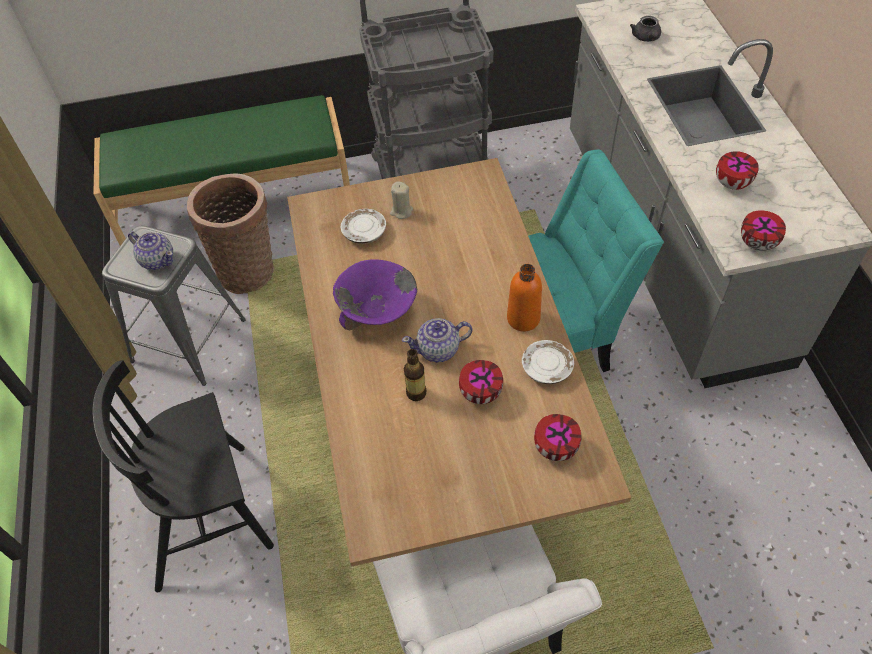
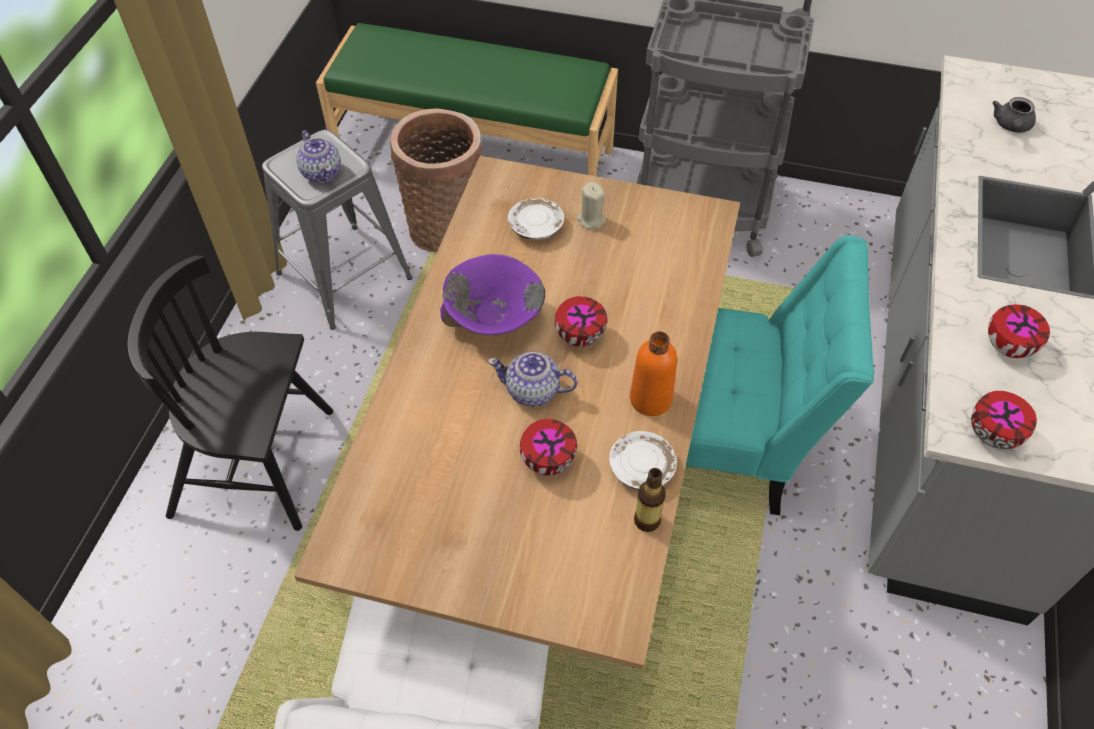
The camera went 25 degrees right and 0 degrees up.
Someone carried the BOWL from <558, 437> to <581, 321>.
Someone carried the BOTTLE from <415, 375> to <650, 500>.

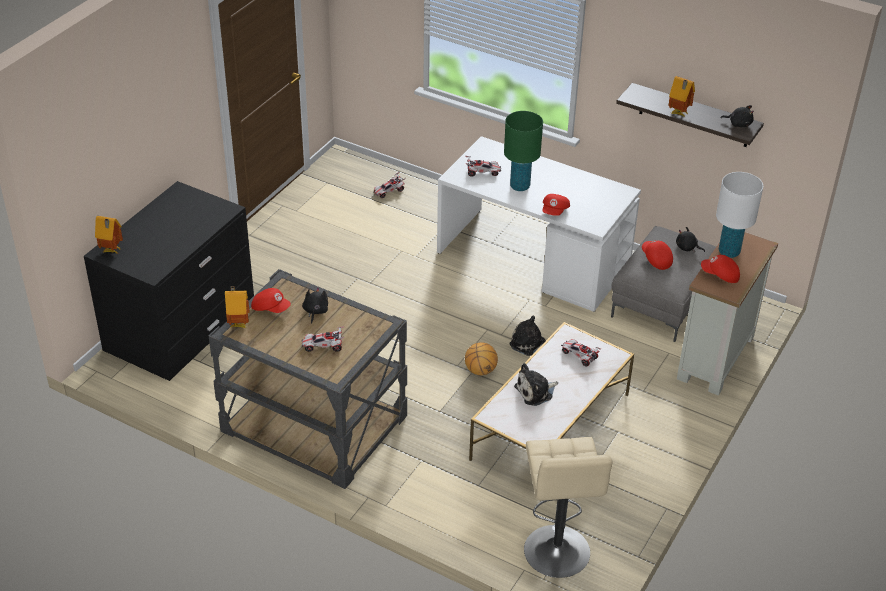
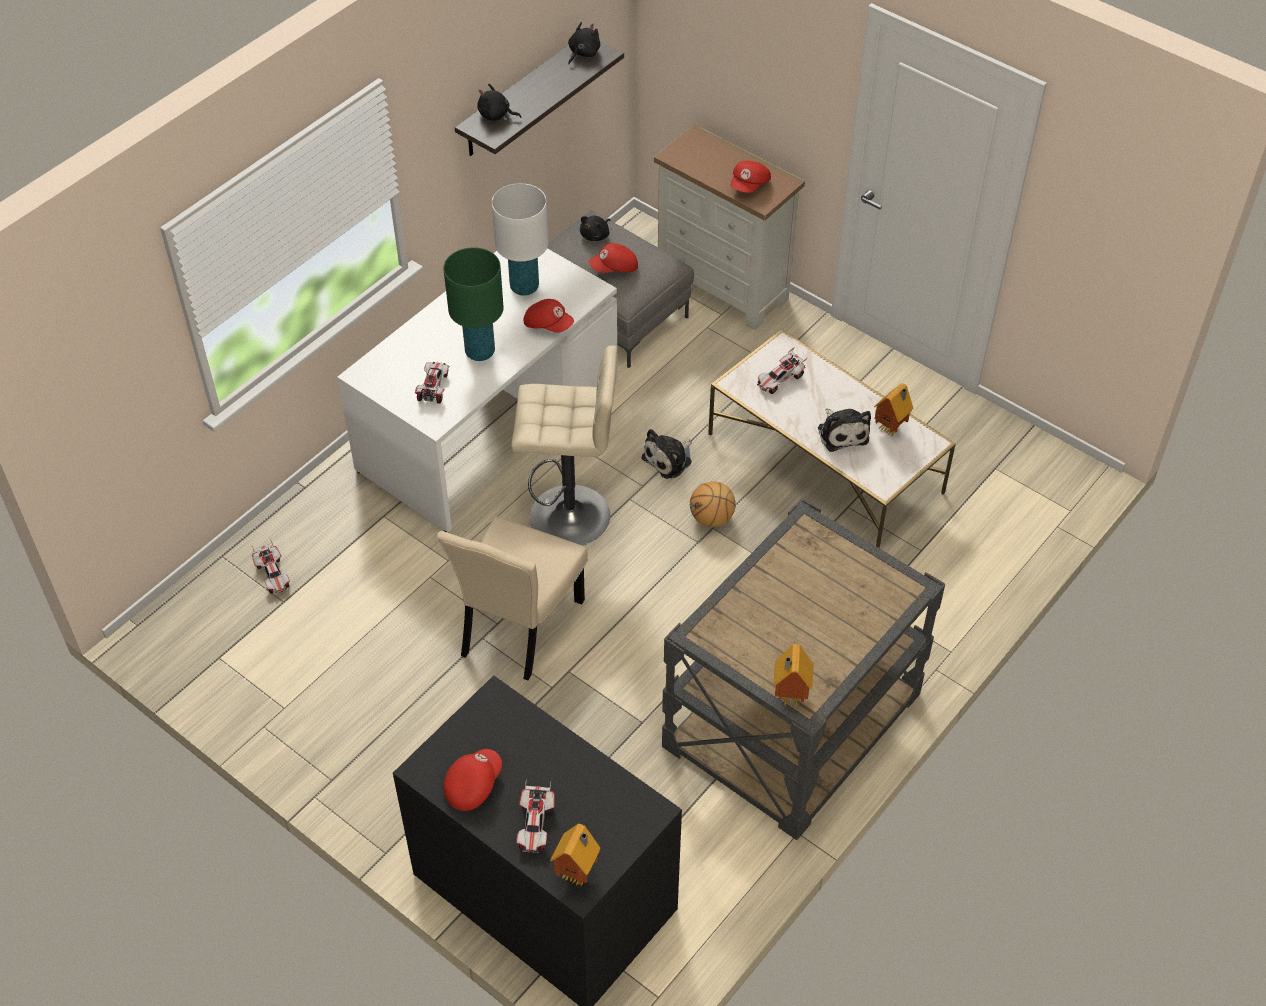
The camera went 80 degrees left and 10 degrees up.
Someone put down the BEIGE CHAIR at <512, 598>.
Someone carried the RED CAP from <271, 300> to <472, 780>.
Someone carried the BLACK PLUSH TOY from <315, 306> to <500, 102>.
Someone carried the WHITE TABLE LAMP from <739, 215> to <520, 239>.
Someone carried the BEIGE STOOL from <568, 507> to <564, 445>.
Someone carried the TOY CAR from <323, 339> to <536, 816>.
Someone carried the TOY HOUSE from <681, 96> to <893, 410>.

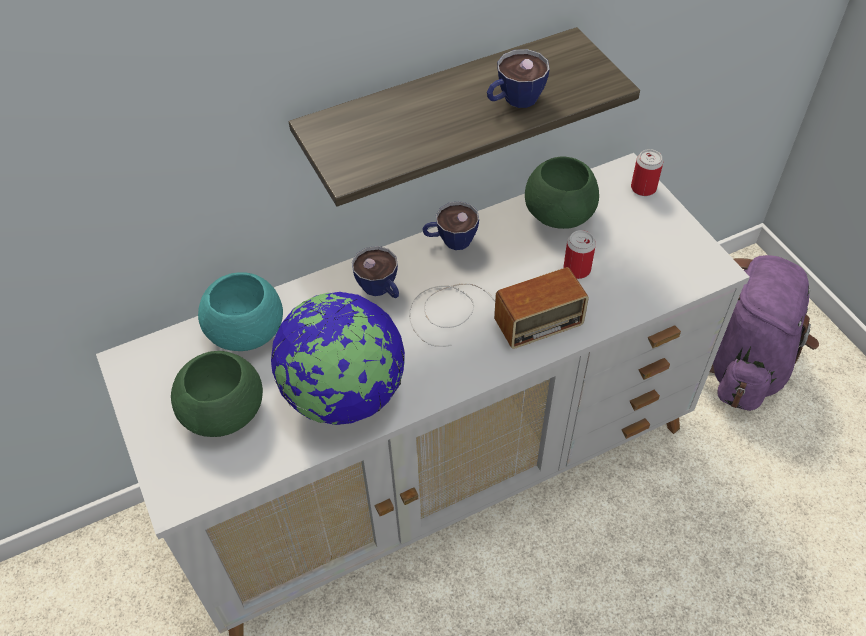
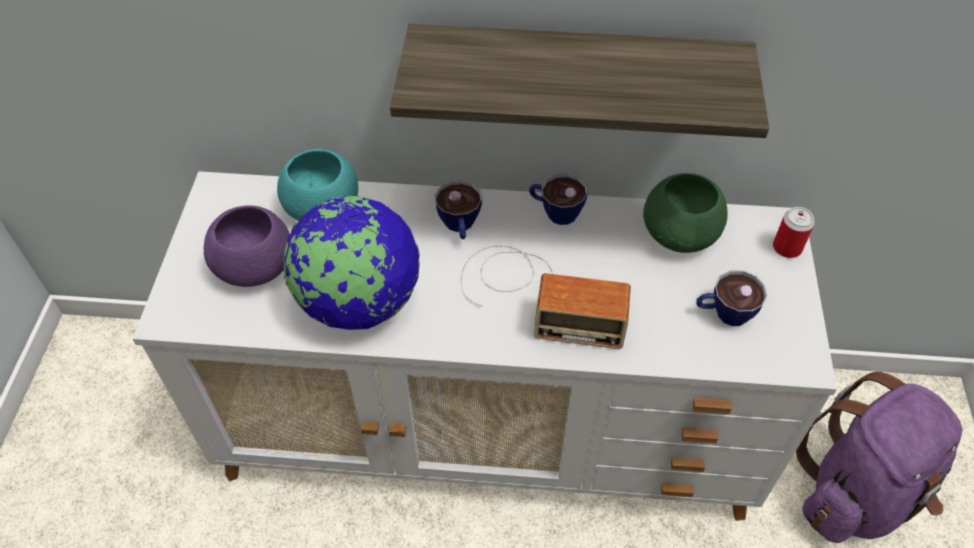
The camera went 30 degrees right and 0 degrees up.
Someone repainted the GREEN BOWL at <217, 394>, which became the PURPLE BOWL at <247, 246>.
Someone carried the CUP from <518, 78> to <731, 298>.
Someone took away the CAN at <579, 254>.

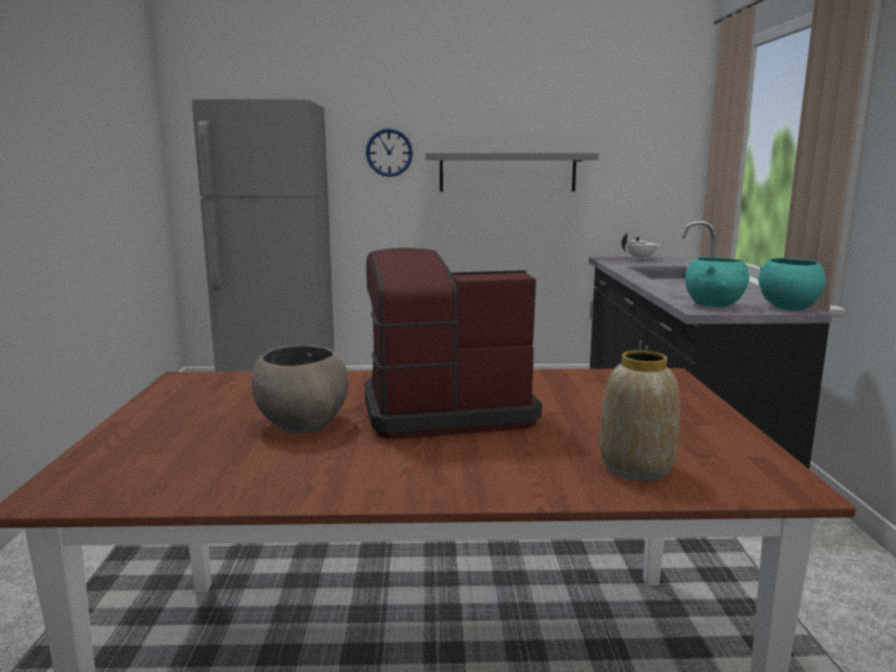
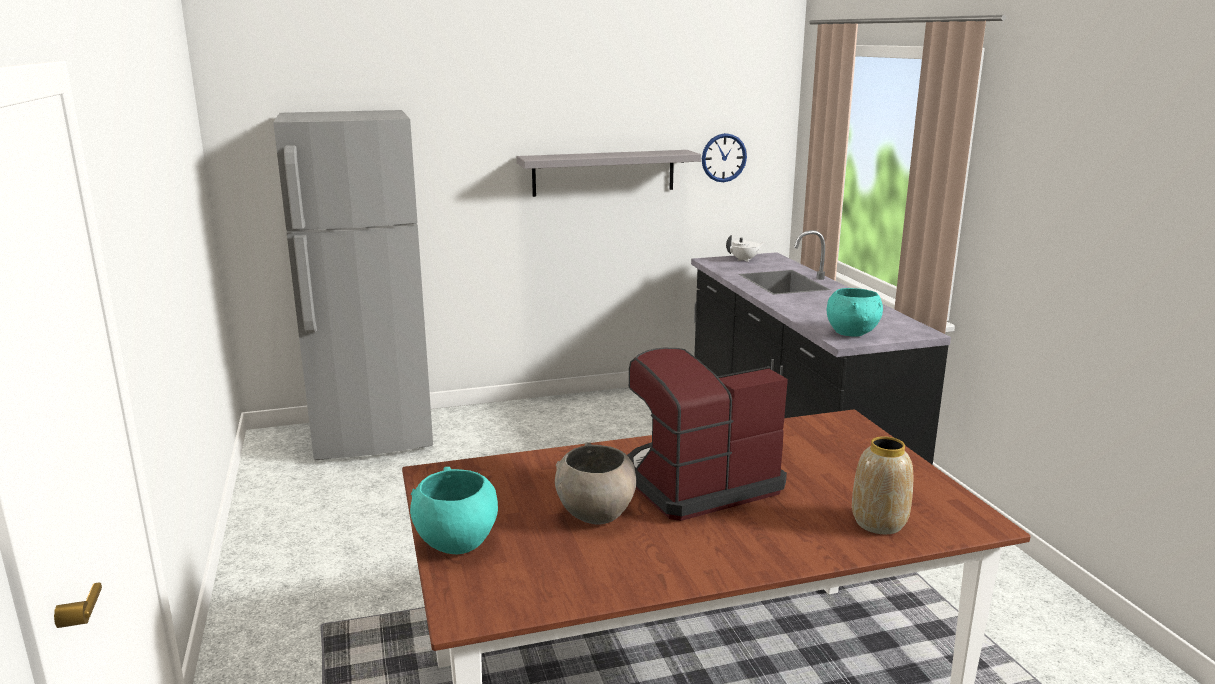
The camera went 15 degrees left and 5 degrees up.
Someone carried the TURQUOISE BOWL from <792, 284> to <454, 510>.
Someone carried the WALL CLOCK from <389, 152> to <724, 157>.

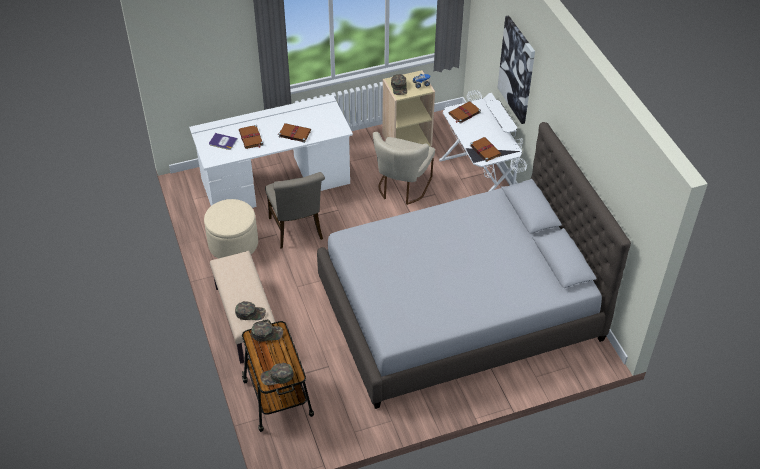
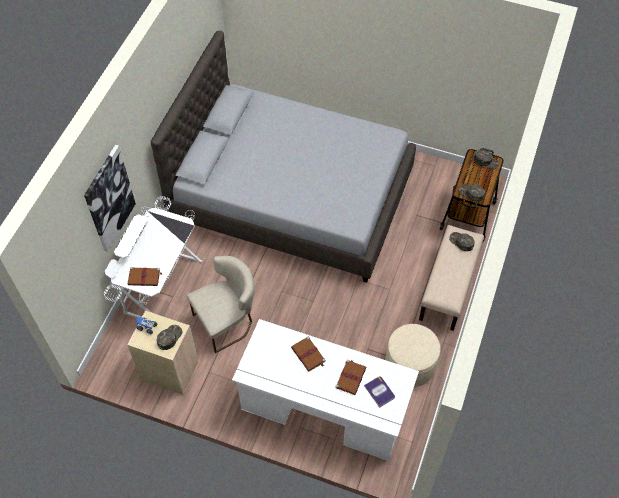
The camera went 140 degrees left and 10 degrees up.
Someone took away the BEIGE CHAIR at <295, 210>.
Someone took away the BROWN BOOK at <486, 149>.

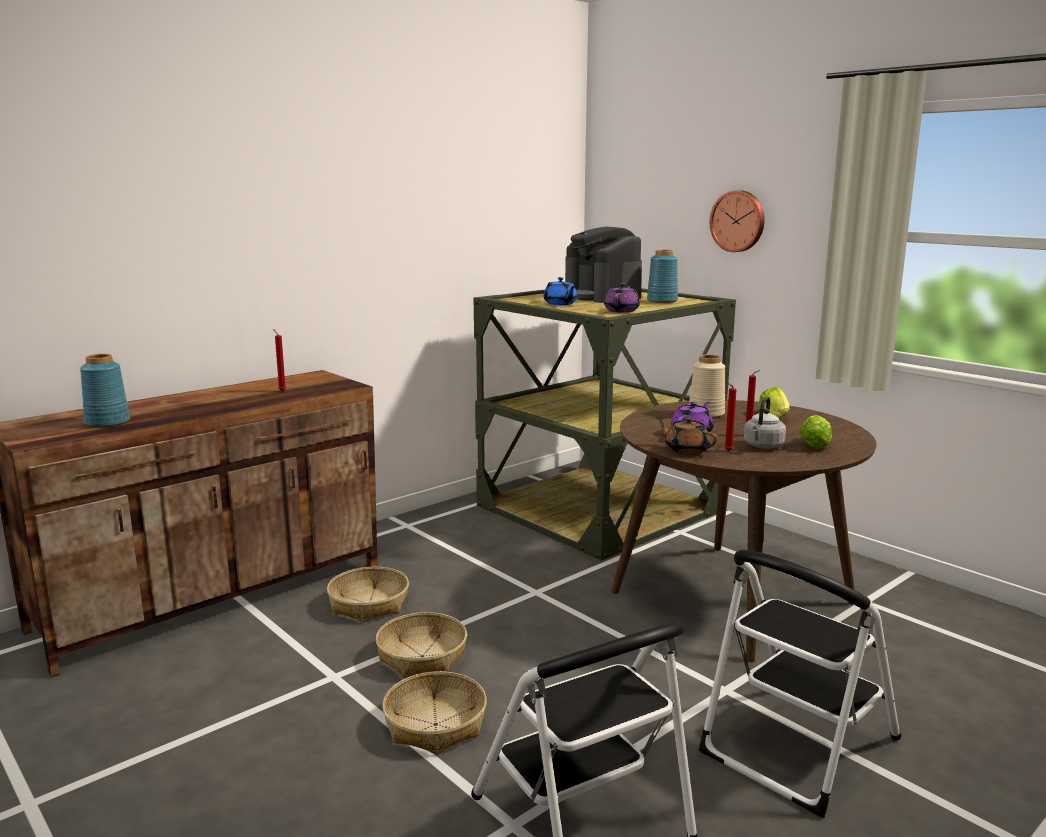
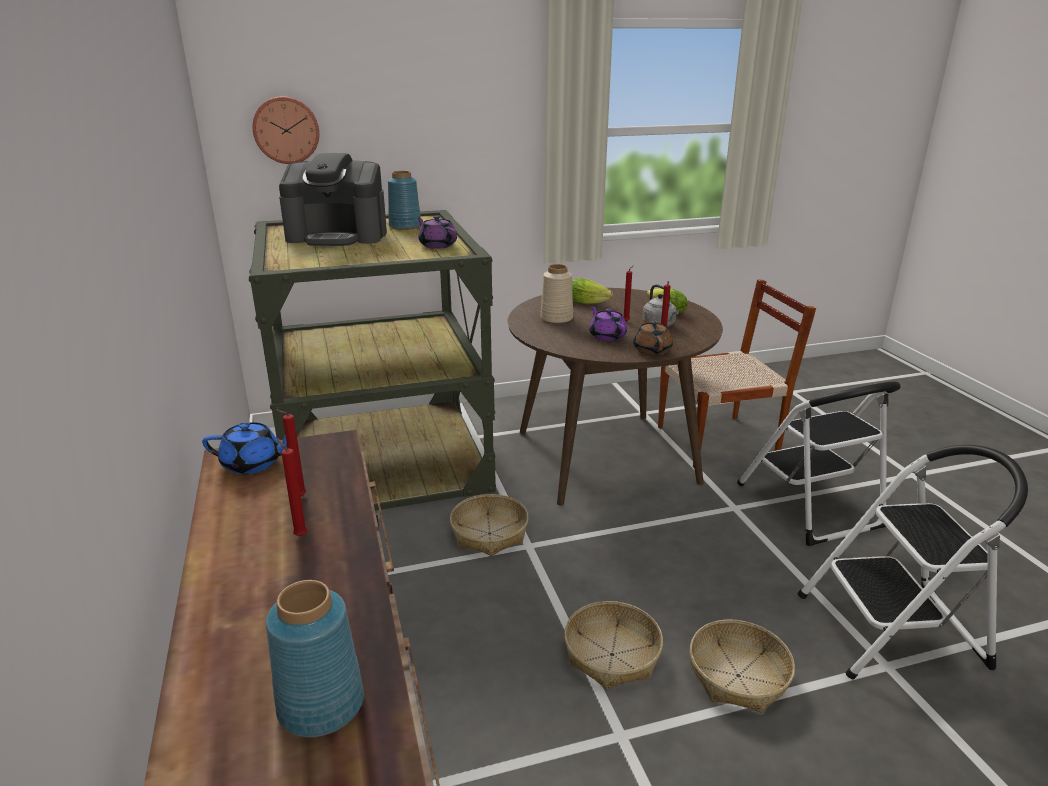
The camera went 65 degrees left and 10 degrees up.
Someone carried the BLUE TEAPOT from <560, 291> to <249, 448>.
Someone carried the WALL CLOCK from <737, 221> to <286, 130>.
Someone put down the RED CANDLE at <292, 487>.
Someone carried the BASKET from <368, 595> to <489, 525>.
Someone rotated the BROWN TEAPOT at <687, 436> by 105 degrees clockwise.
Someone put down the CHAIR at <737, 373>.

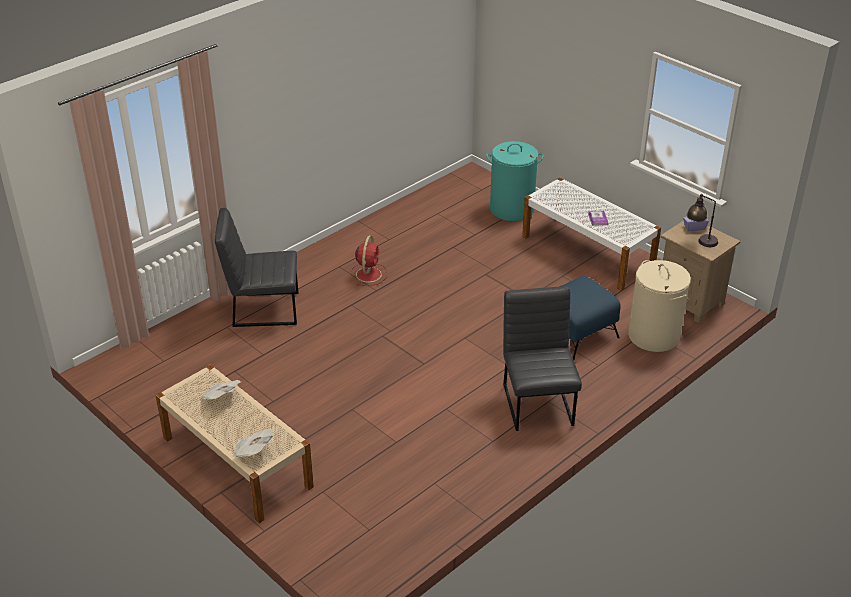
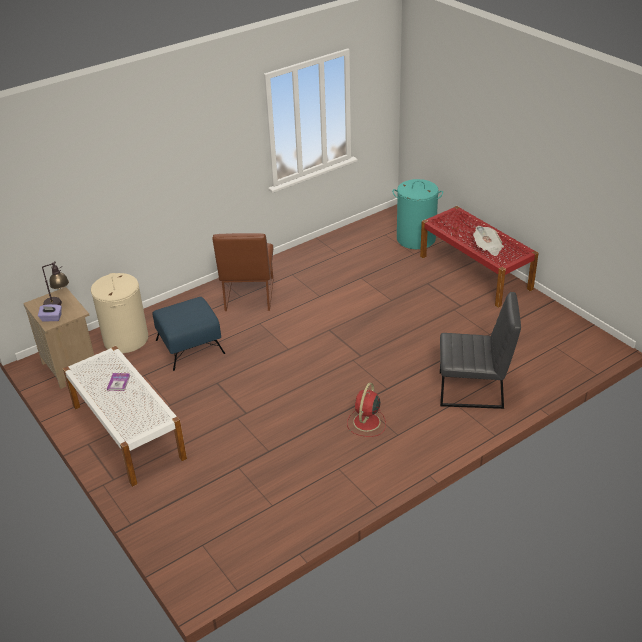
The camera went 170 degrees left and 0 degrees up.
Someone repainted the GREY CHAIR at <542, 358>, which became the BROWN CHAIR at <243, 272>.
Someone carried the TURQUOISE LAUNDRY BASKET from <515, 181> to <417, 214>.
Someone repainted the BEIGE BENCH at <235, 443>, which became the RED BENCH at <479, 257>.
Someone took away the NEWSPAPER at <253, 443>.

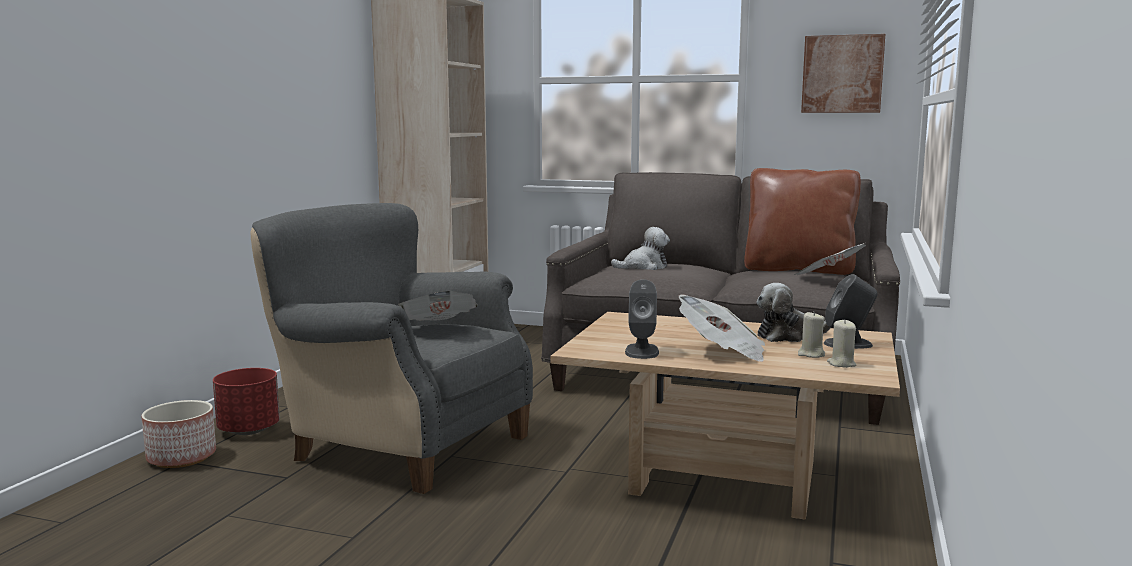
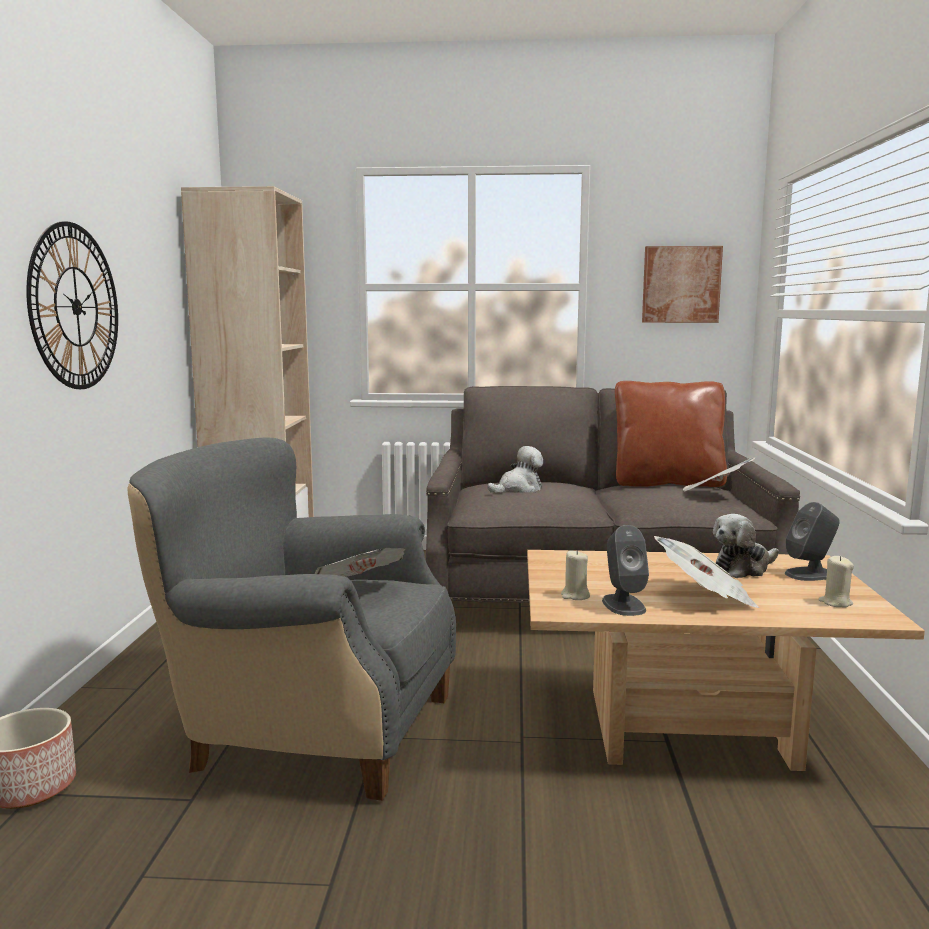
The camera went 15 degrees left and 0 degrees up.
Someone put up the WALL CLOCK at <72, 305>.
Someone carried the BEIGE CANDLE from <811, 335> to <575, 575>.
Someone took away the RED PLANTER at <246, 401>.

